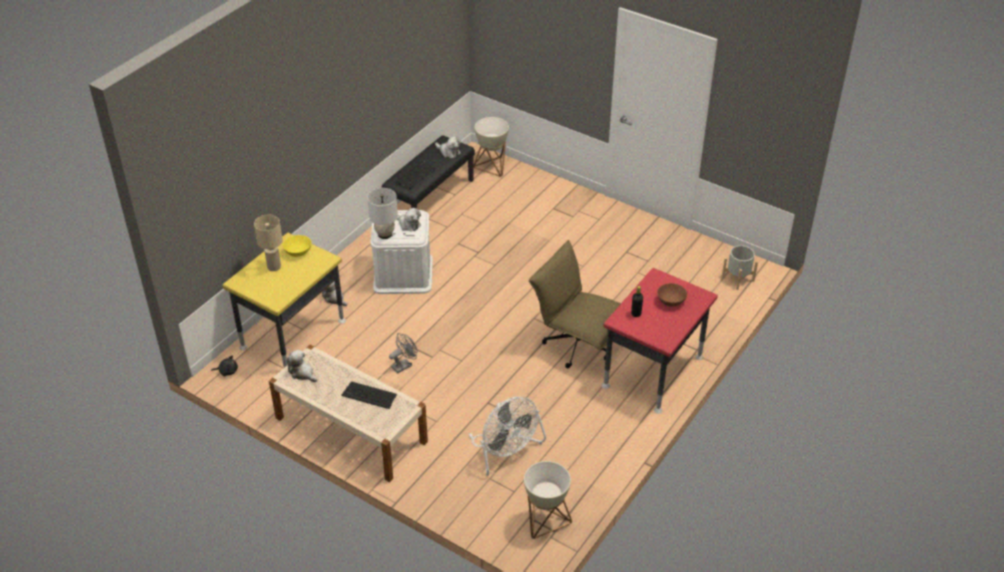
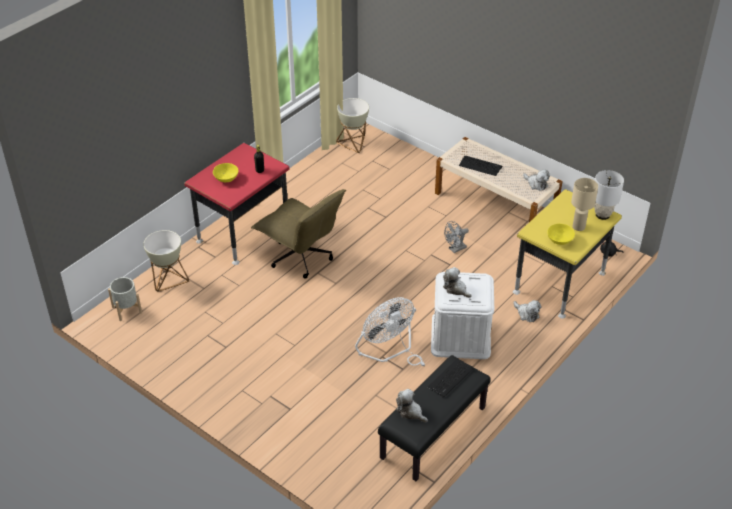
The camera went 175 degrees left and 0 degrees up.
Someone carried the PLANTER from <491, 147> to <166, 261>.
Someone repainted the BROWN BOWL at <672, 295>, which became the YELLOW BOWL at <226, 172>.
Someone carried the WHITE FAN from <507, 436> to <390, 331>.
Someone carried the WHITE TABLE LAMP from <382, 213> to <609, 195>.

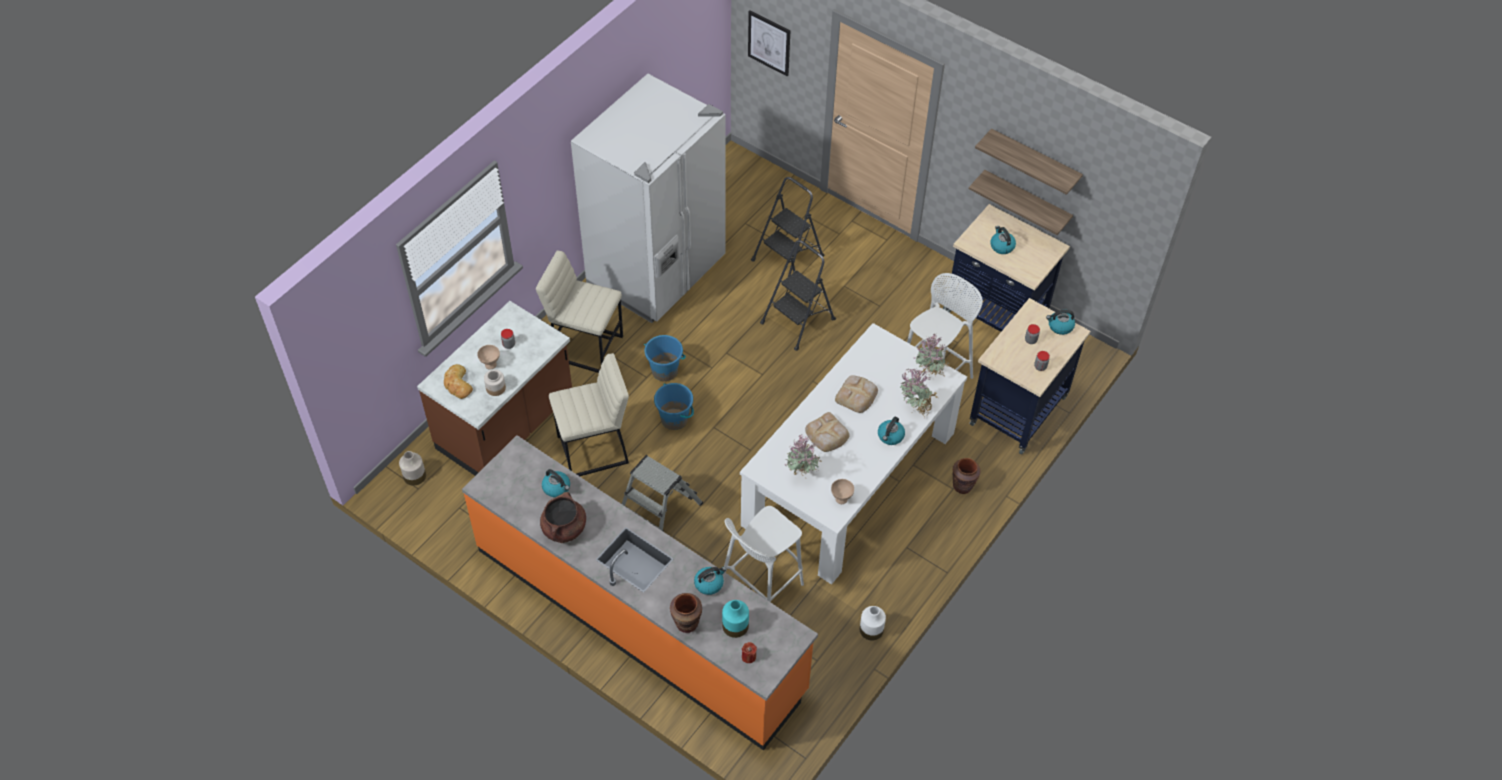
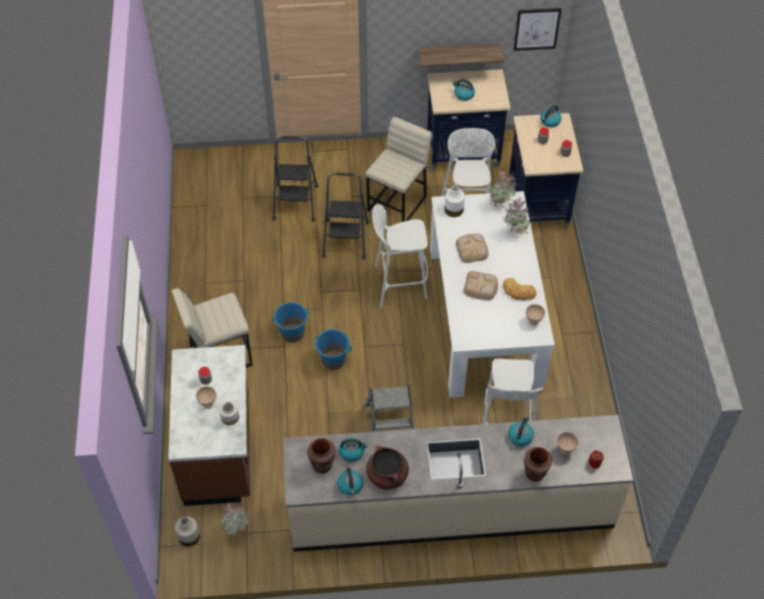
The camera went 40 degrees left and 0 degrees up.
Someone carried the POTTED PLANT from <803, 456> to <234, 518>.
Someone repainted the ORANGE COUNTER at <640, 593>, which became the BEIGE COUNTER at <458, 483>.
Someone carried the BROWN VASE from <966, 476> to <321, 455>.
Someone carried the KETTLE from <891, 431> to <350, 481>.
Someone carried the BEIGE CHAIR from <589, 414> to <399, 169>.
Someone put down the WHITE STOOL at <400, 256>.
Someone carried the WHITE VASE from <873, 623> to <454, 201>.
Someone carried the BREAD from <458, 381> to <519, 289>.
Someone carried the PICTURE from <769, 43> to <538, 29>.
Someone swapped the TURQUOISE VASE at <735, 619> for the BEIGE BOWL at <568, 443>.
Someone took away the WHITE FRIDGE at <648, 198>.
Someone took away the SHELF at <1029, 161>.

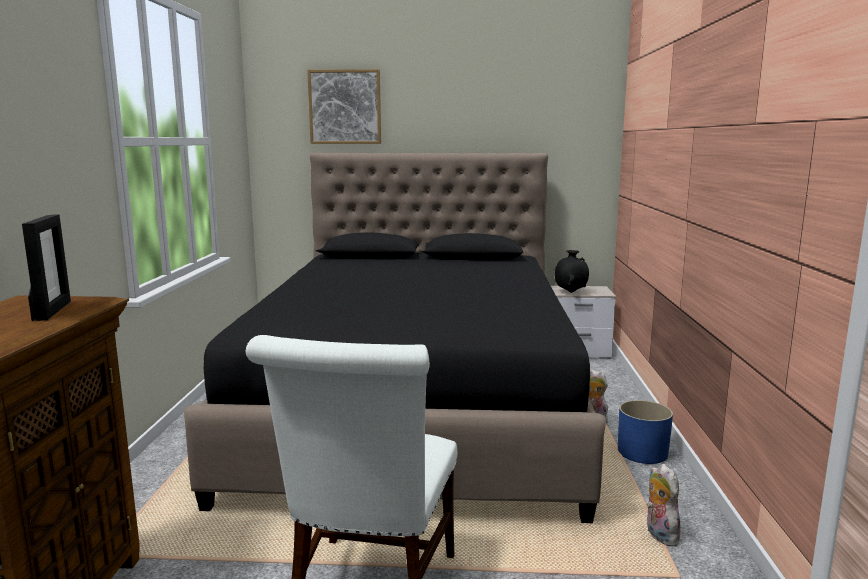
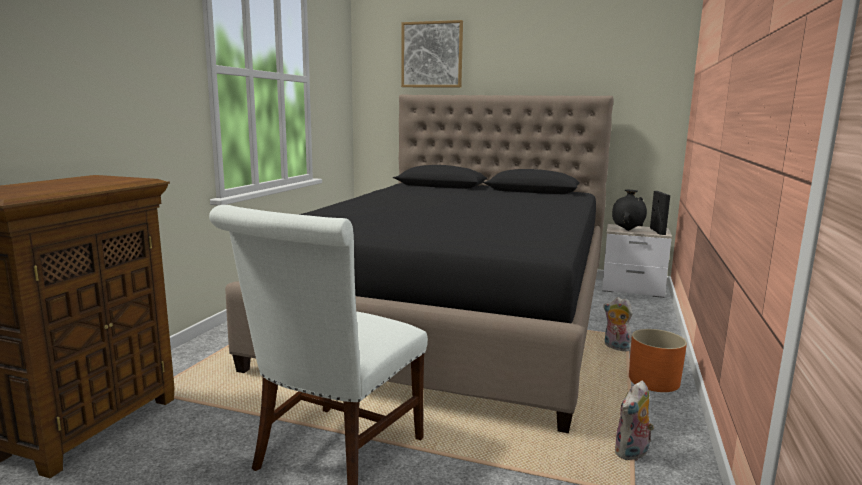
The camera went 15 degrees right and 0 degrees up.
Someone rotated the PLUSH TOY at <664, 505> by 135 degrees counterclockwise.
Someone repainted the BLUE PLANTER at <645, 432>, which became the ORANGE PLANTER at <658, 360>.
Someone carried the PICTURE FRAME from <46, 267> to <660, 213>.

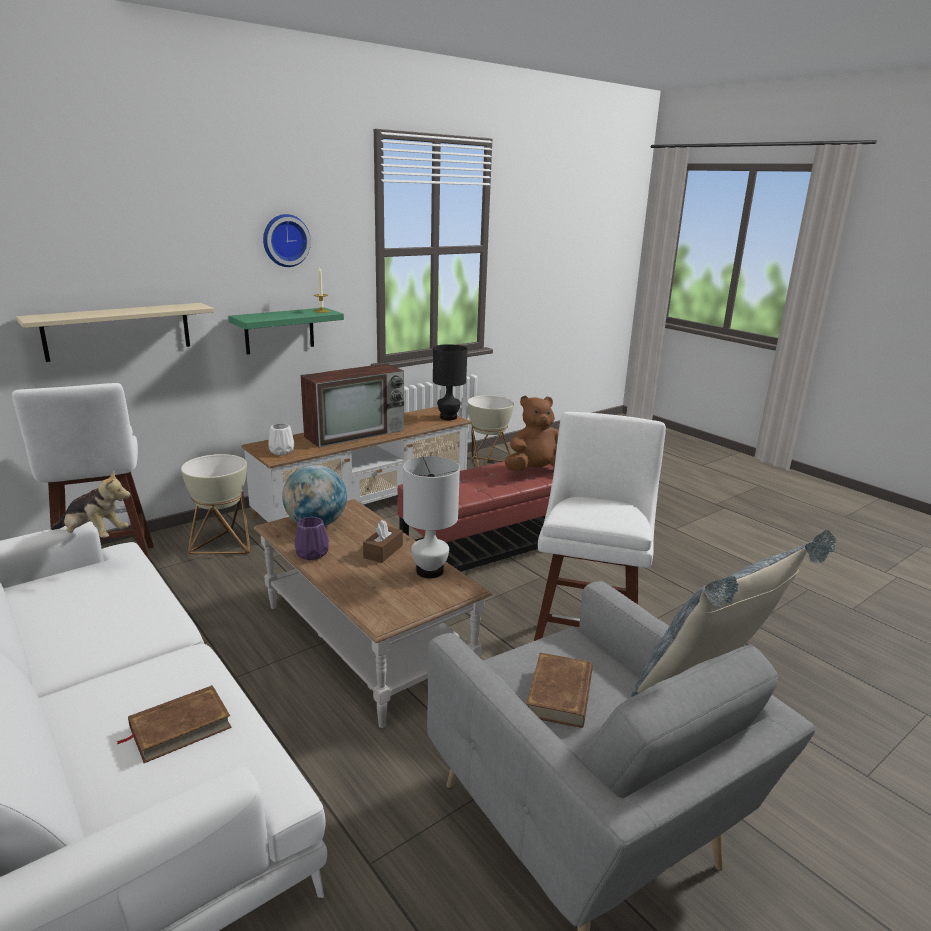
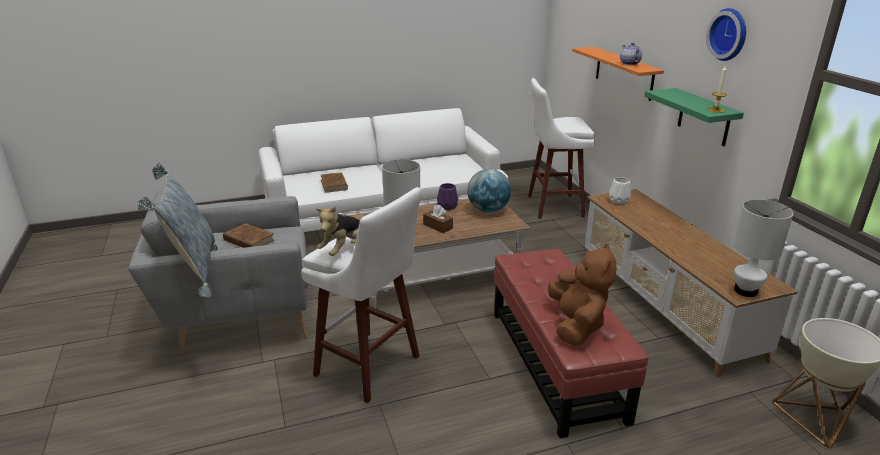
The camera went 110 degrees right and 5 degrees up.
Someone carried the PLUSH TOY from <91, 504> to <338, 231>.
Someone repainted the BEIGE SHELF at <115, 332>, which became the ORANGE SHELF at <618, 74>.
Someone put down the TEAPOT at <631, 54>.
Someone repainted the BLACK TABLE LAMP at <450, 382>, which became the WHITE TABLE LAMP at <763, 248>.
Someone took away the PLANTER at <215, 504>.
Someone took away the TELEVISION at <352, 406>.

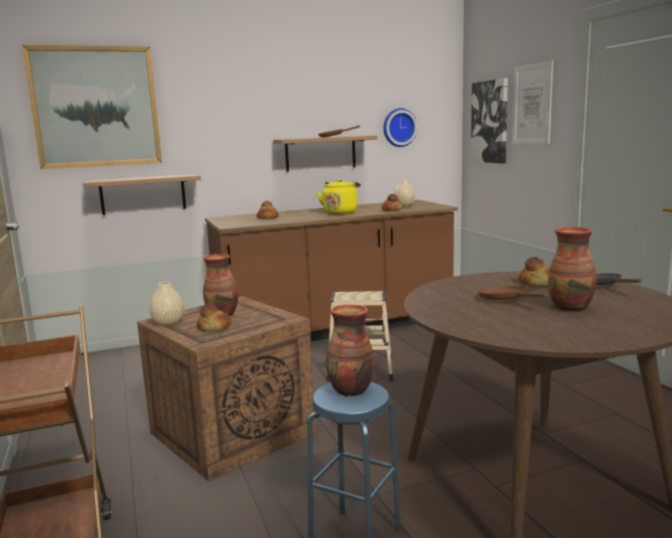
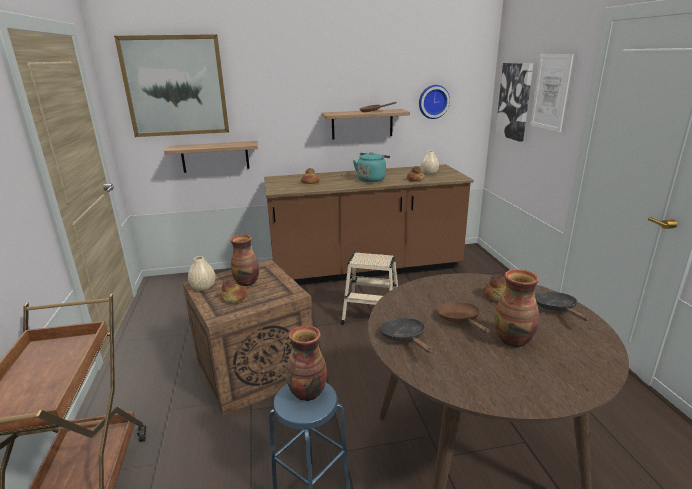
The camera went 10 degrees right and 10 degrees up.
Someone repainted the YELLOW KETTLE at <338, 196>, which became the TURQUOISE KETTLE at <371, 167>.
Someone put down the BLACK FRYING PAN at <406, 335>.

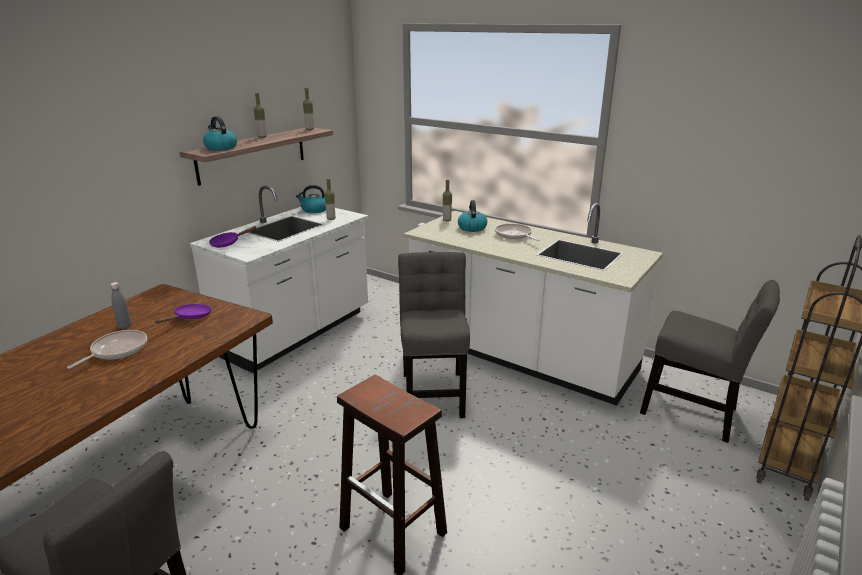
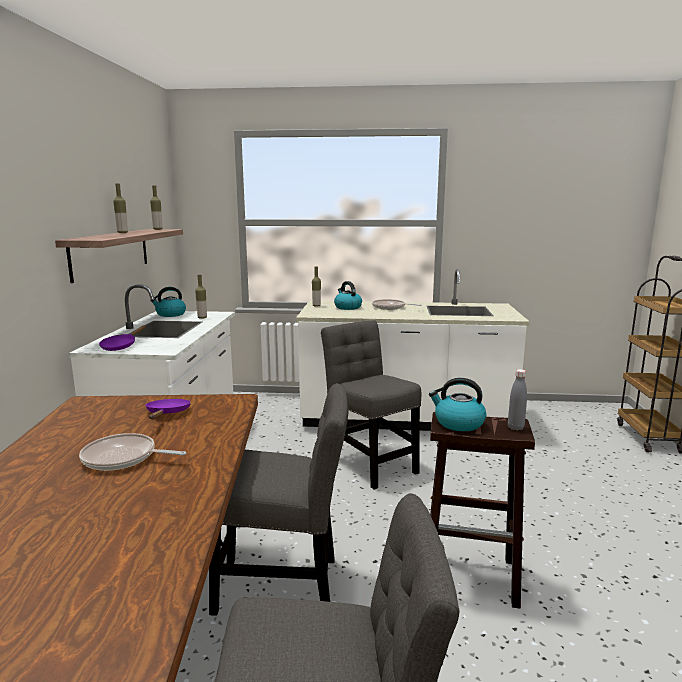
The camera went 30 degrees left and 10 degrees down.
Someone rotated the FRYING PAN at <107, 349> by 75 degrees counterclockwise.
Someone carried the GREY CHAIR from <710, 361> to <279, 499>.
Someone carried the KETTLE from <220, 133> to <457, 404>.
Someone carried the GREY BOTTLE from <120, 305> to <517, 400>.

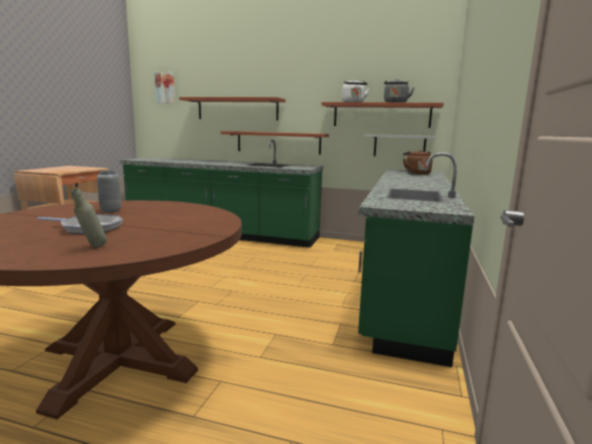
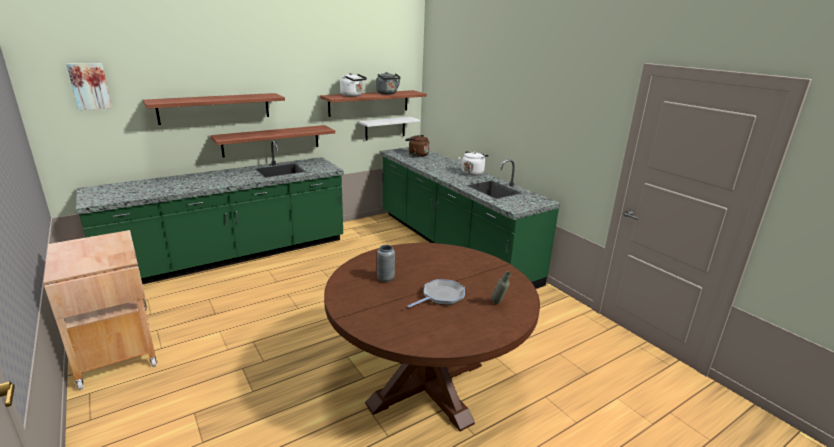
The camera went 50 degrees left and 10 degrees up.
Someone put down the WHITE KETTLE at <473, 163>.

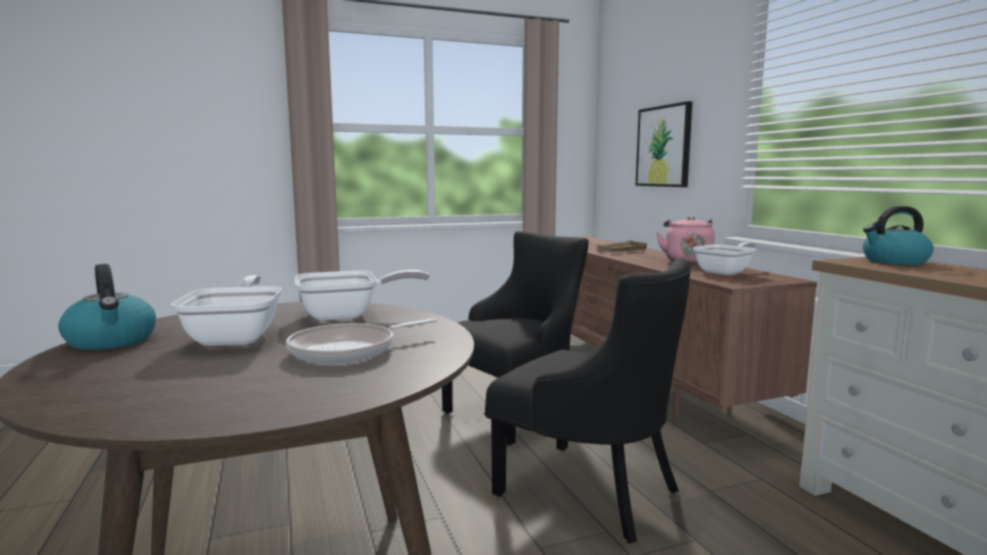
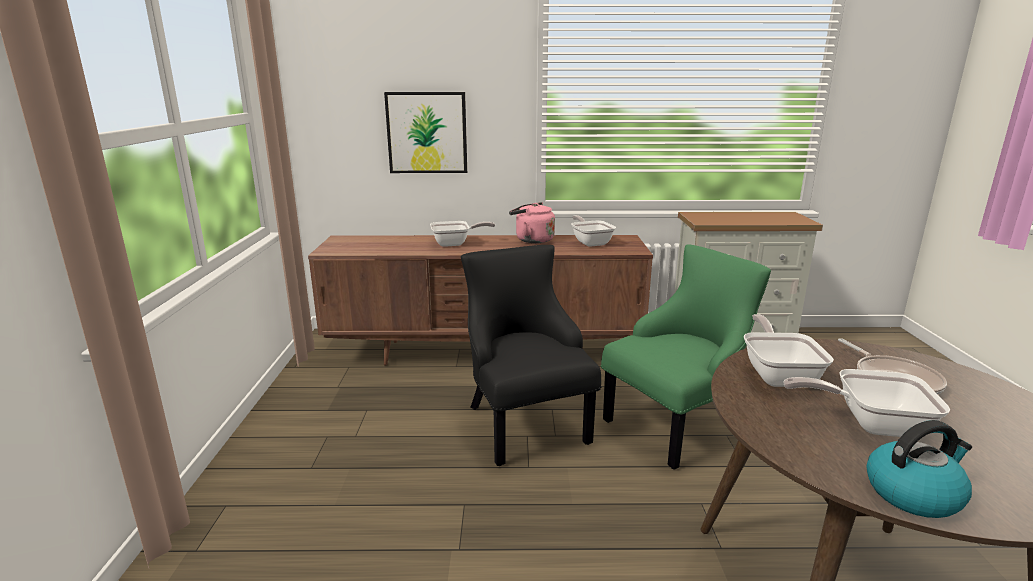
The camera went 70 degrees left and 10 degrees up.
Someone swapped the BEIGE TRAY at <622, 246> for the FRYING PAN at <462, 234>.
Someone repainted the BLACK CHAIR at <587, 401>, which became the GREEN CHAIR at <686, 357>.
Someone took away the KETTLE at <898, 235>.

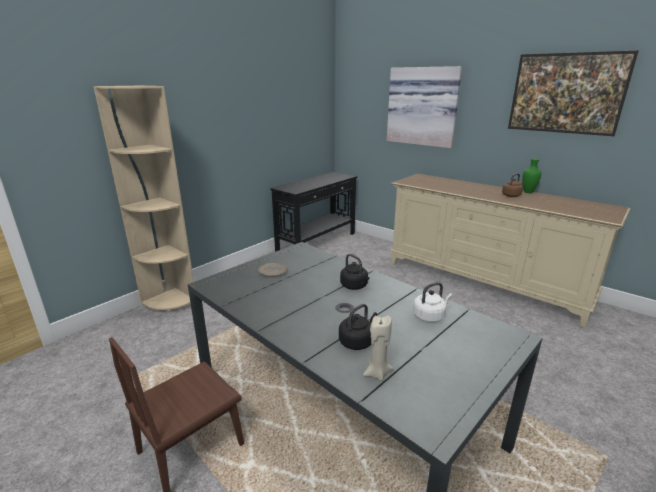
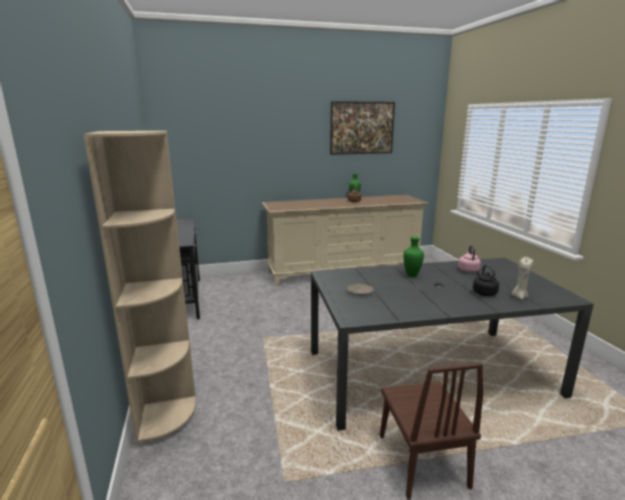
The camera went 55 degrees left and 5 degrees down.
Someone swapped the BLACK KETTLE at <355, 272> for the GREEN VASE at <413, 256>.
Someone repainted the WHITE KETTLE at <432, 302>, which became the PINK KETTLE at <469, 258>.
Someone took away the PICTURE at <424, 107>.

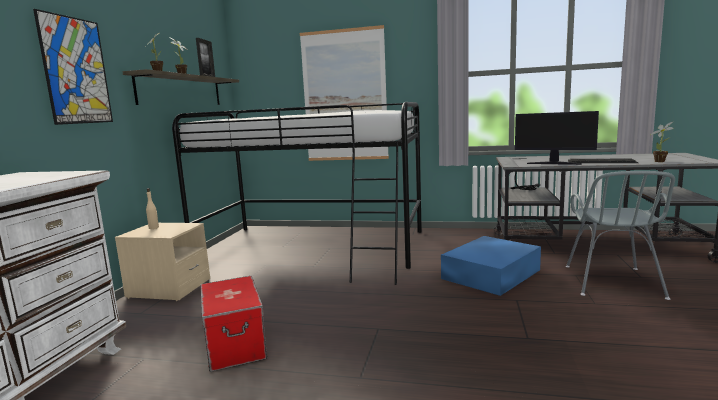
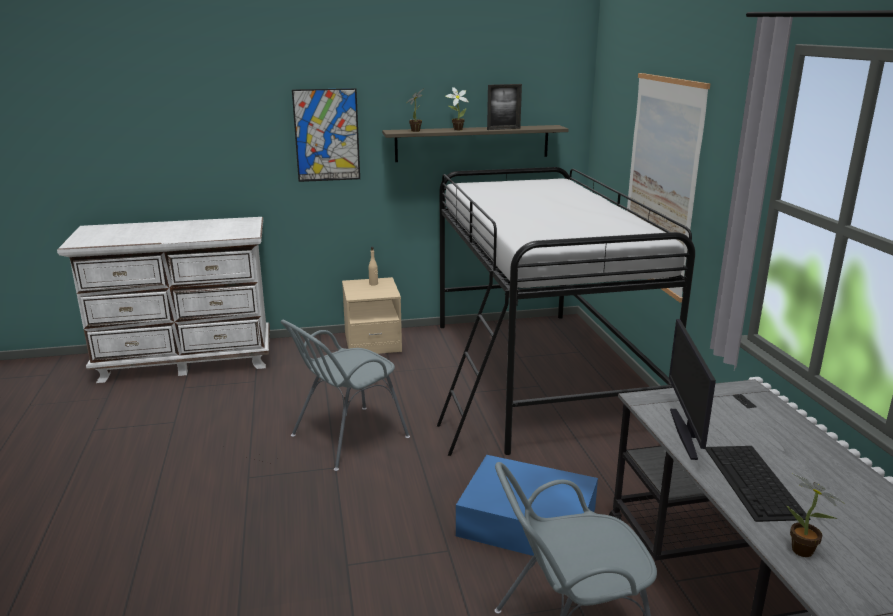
The camera went 65 degrees right and 10 degrees up.
Someone put down the GREY CHAIR at <345, 395>.
Someone took away the STORAGE BOX at <233, 324>.

